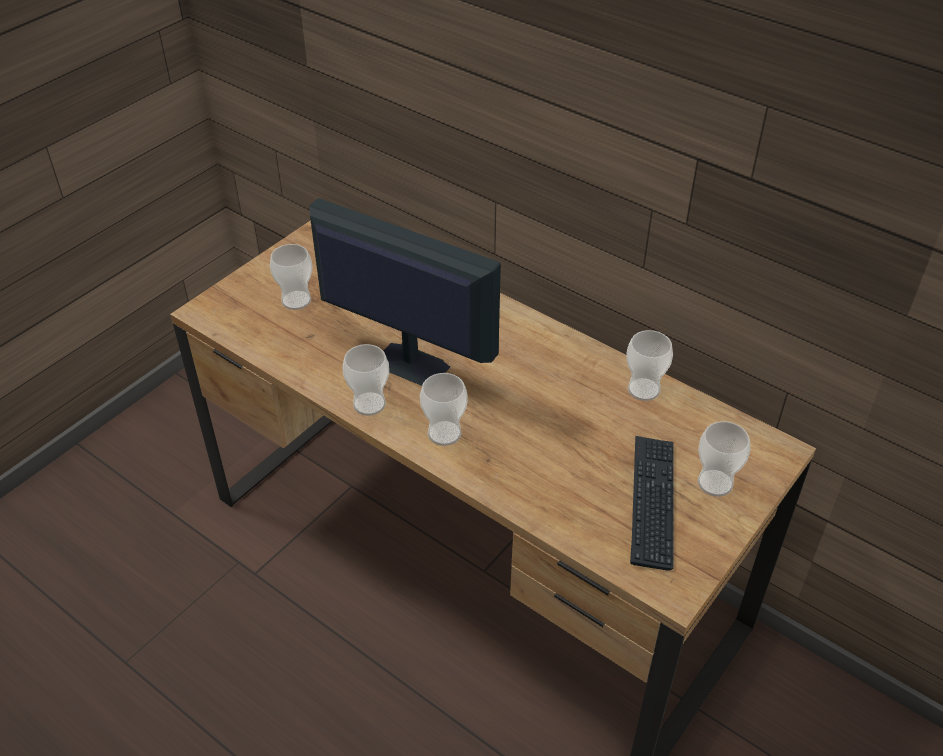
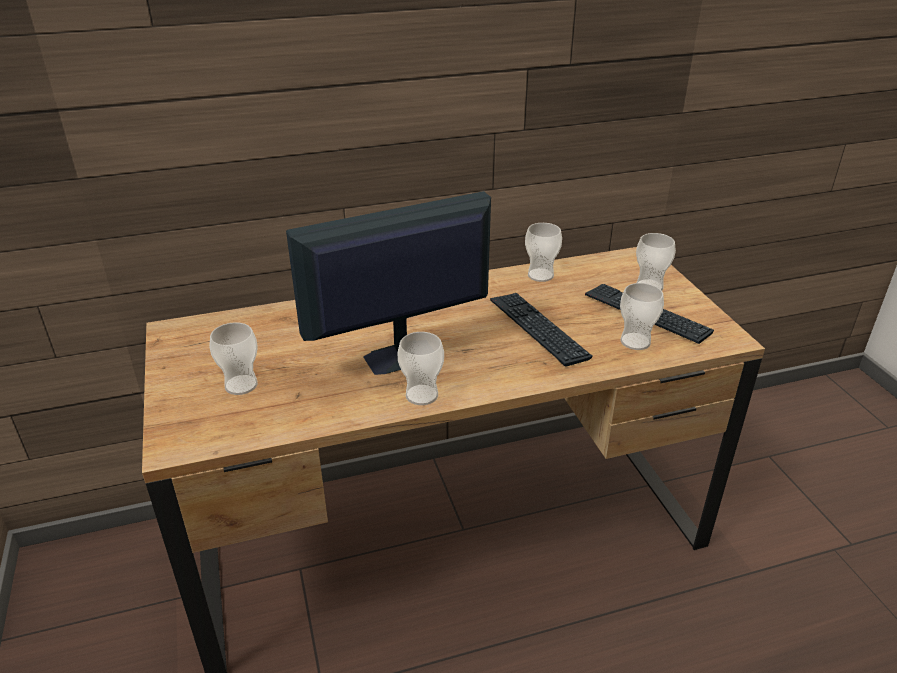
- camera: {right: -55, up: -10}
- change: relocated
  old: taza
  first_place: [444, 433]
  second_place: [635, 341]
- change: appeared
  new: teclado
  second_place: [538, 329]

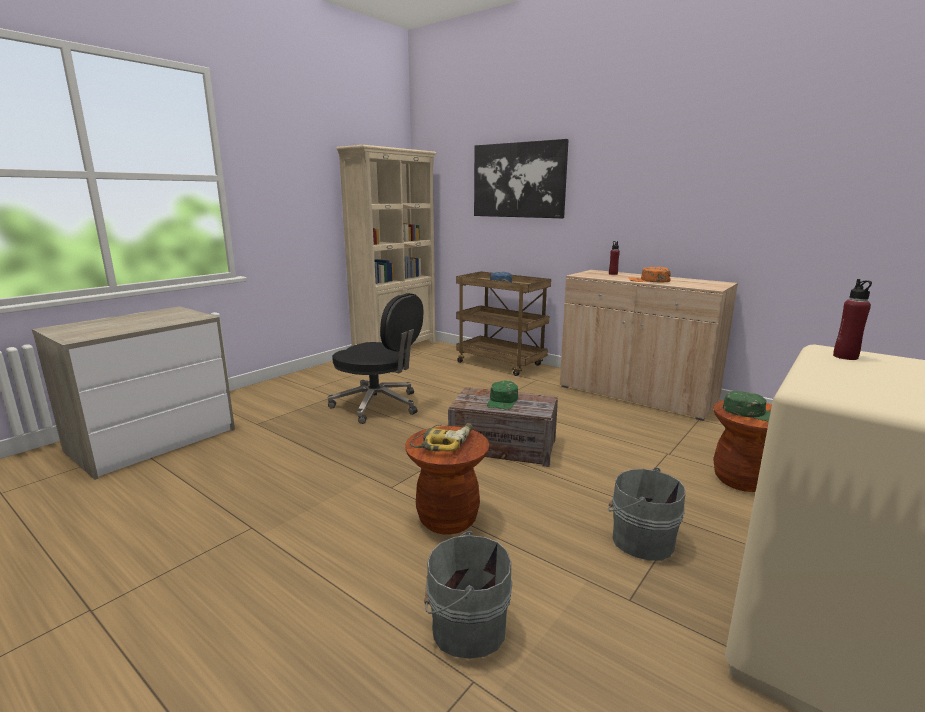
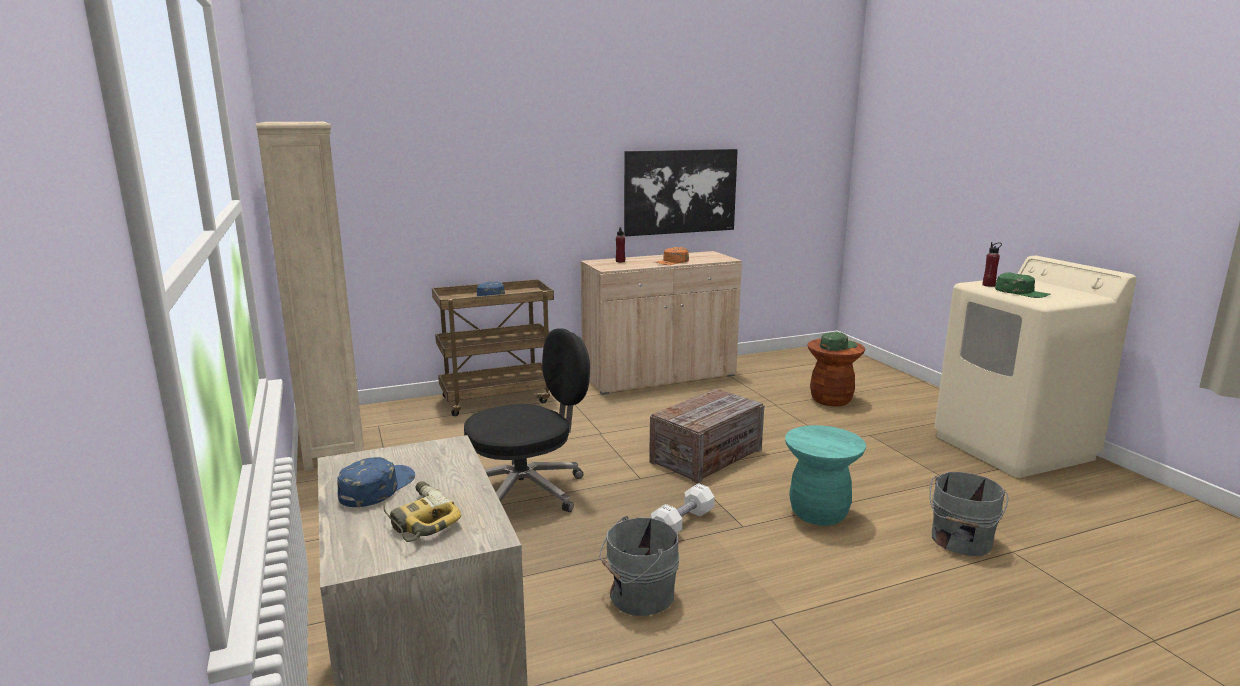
- camera: {right: -60, up: 0}
- change: relocated
  old: cuadro
  first_place: [518, 180]
  second_place: [680, 191]
- change: relocated
  old: gorra [verde]
  first_place: [502, 401]
  second_place: [1022, 292]
- change: relocated
  old: taladro
  first_place: [444, 442]
  second_place: [417, 520]
- change: colour
  old: taburete [marrón]
  new: taburete [turquesa]
  first_place: [447, 519]
  second_place: [818, 513]
- change: relocated
  old: cubo [gris]
  first_place: [640, 539]
  second_place: [638, 596]
- change: appeared
  new: gorra [azul]
  second_place: [376, 487]
- change: appeared
  new: mancuerna [blanco]
  second_place: [682, 523]

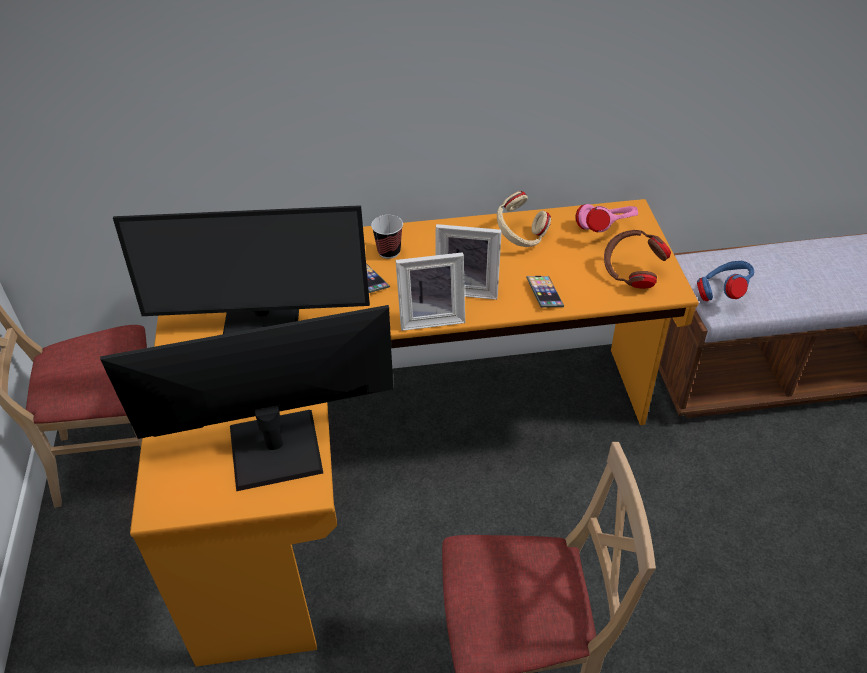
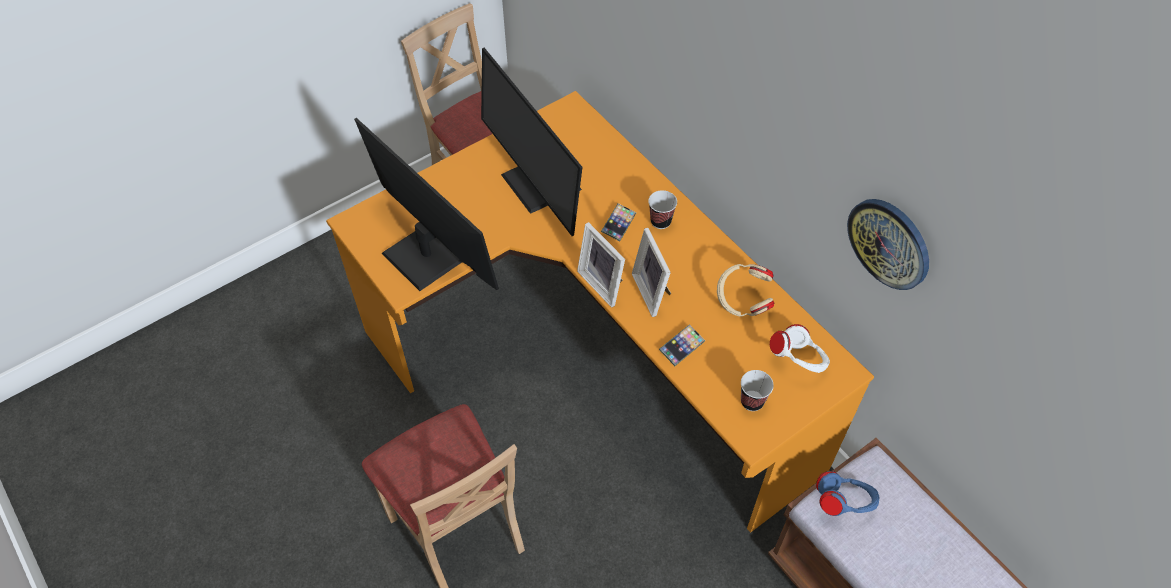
- camera: {right: 60, up: 10}
- change: colour
  old: auriculares [rosa]
  new: auriculares [blanco]
  first_place: [605, 231]
  second_place: [798, 361]
- change: exchanged
  old: auriculares [marrón]
  new: taza
  first_place: [631, 274]
  second_place: [752, 401]
- change: appeared
  new: reloj de pared
  second_place: [889, 243]

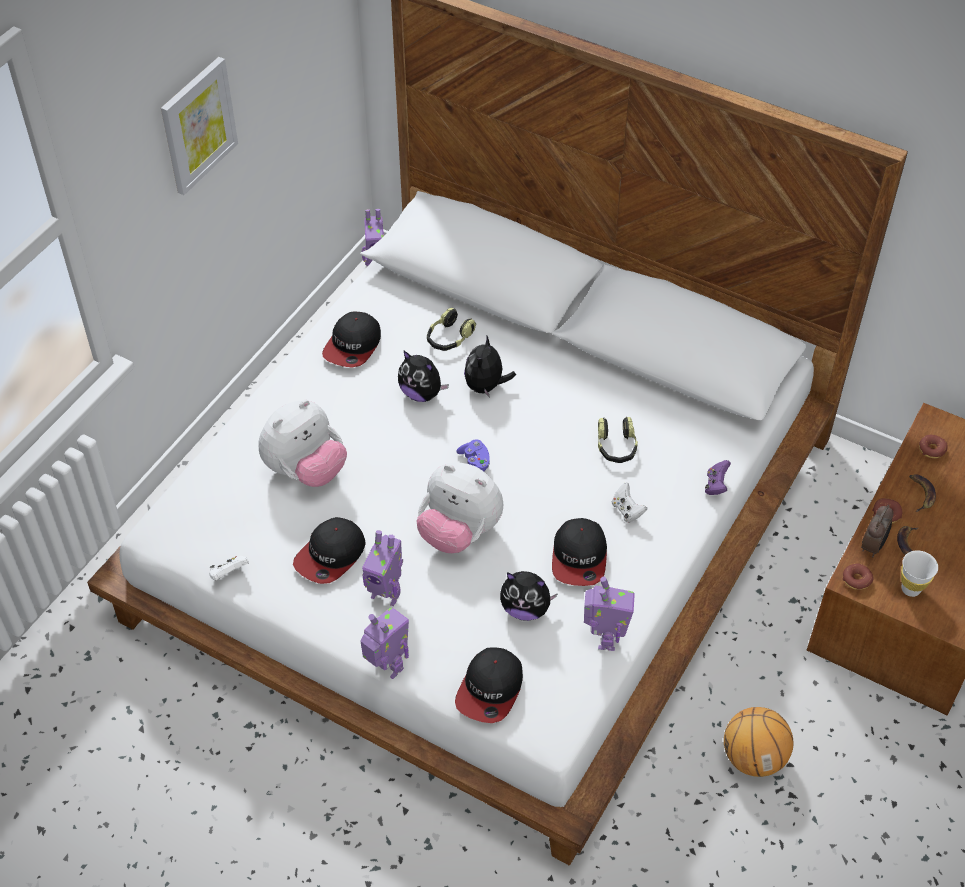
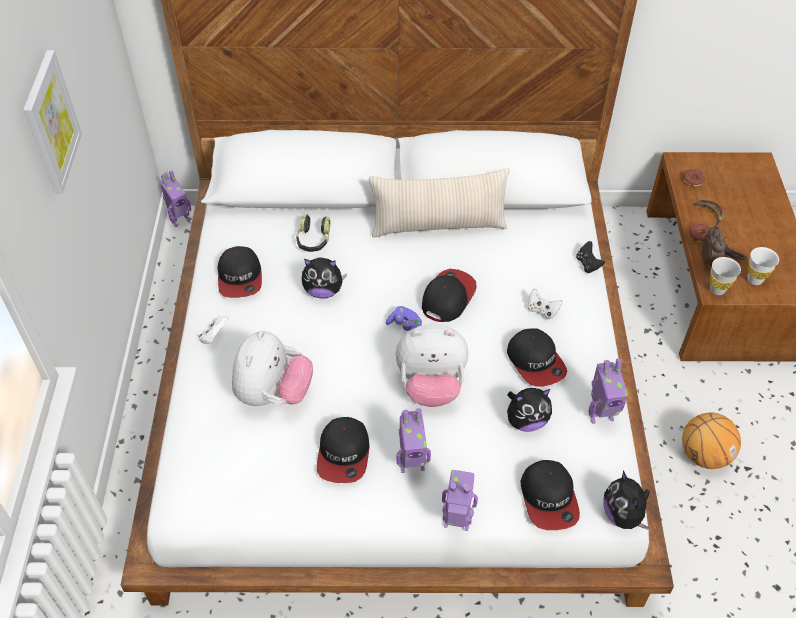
- camera: {right: -30, up: 0}
- change: relocated
  old: peluche
  first_place: [486, 386]
  second_place: [623, 515]
- change: missing
  old: auriculares
  first_place: [616, 447]
- change: colour
  old: mando de consola [morado]
  new: mando de consola [negro]
  first_place: [716, 485]
  second_place: [588, 264]
- change: relocated
  old: mando de consola [blanco]
  first_place: [229, 574]
  second_place: [214, 337]
- change: exchanged
  old: rosquilla
  new: taza [blanco]
  first_place: [856, 580]
  second_place: [717, 289]
- change: spun
  old: robot de juguete
  first_place: [605, 639]
  second_place: [600, 414]
  degrees: 105
- change: appeared
  new: cojín [beis]
  second_place: [438, 225]
- change: appeared
  new: gorra
  second_place: [448, 297]

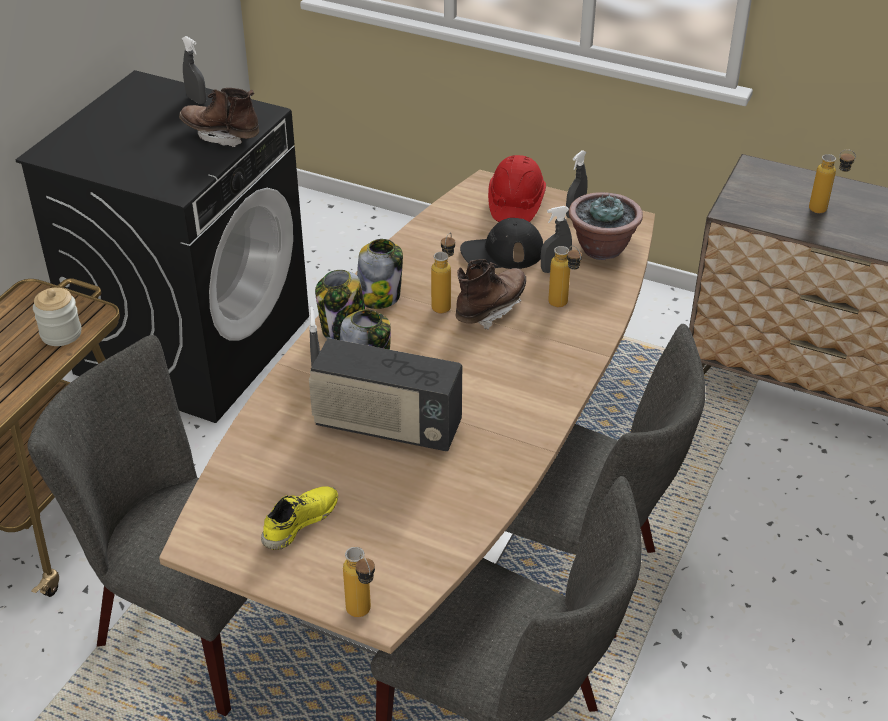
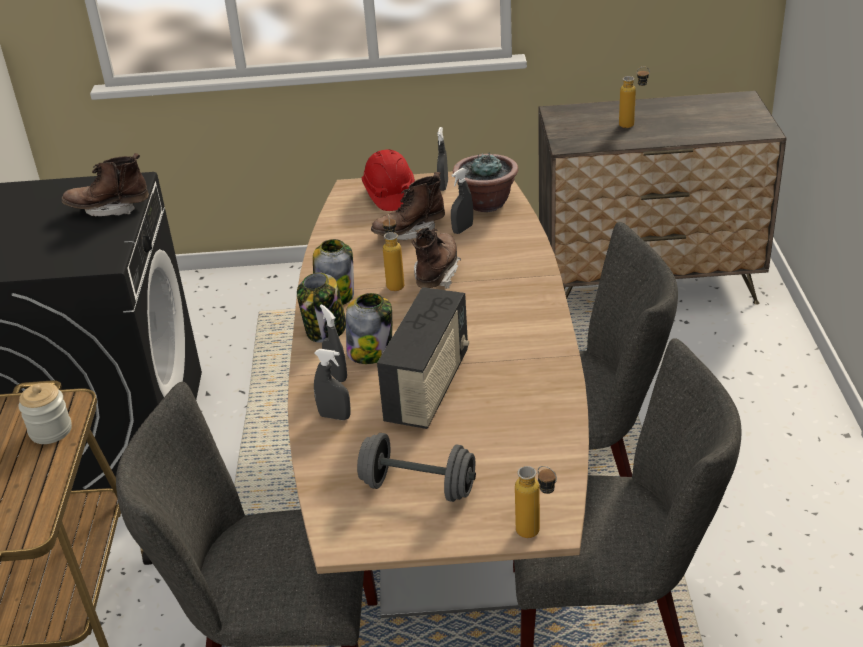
- camera: {right: -25, up: -5}
- change: relocated
  old: pulverizador [gris]
  first_place: [196, 100]
  second_place: [334, 416]
- change: exchanged
  old: gorra [negro]
  new: bota [marrón]
  first_place: [502, 252]
  second_place: [409, 231]
- change: missing
  old: botella
  first_place: [563, 306]
- change: spun
  old: radio
  first_place: [387, 427]
  second_place: [428, 388]
  degrees: -60
- change: exchanged
  old: zapato [amarillo]
  new: mancuerna [gris]
  first_place: [299, 522]
  second_place: [418, 487]

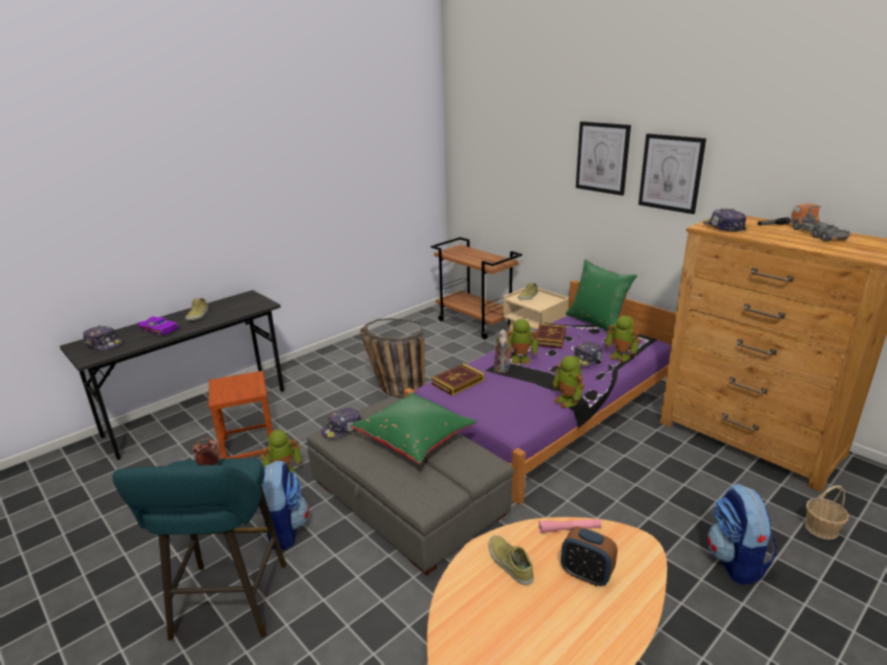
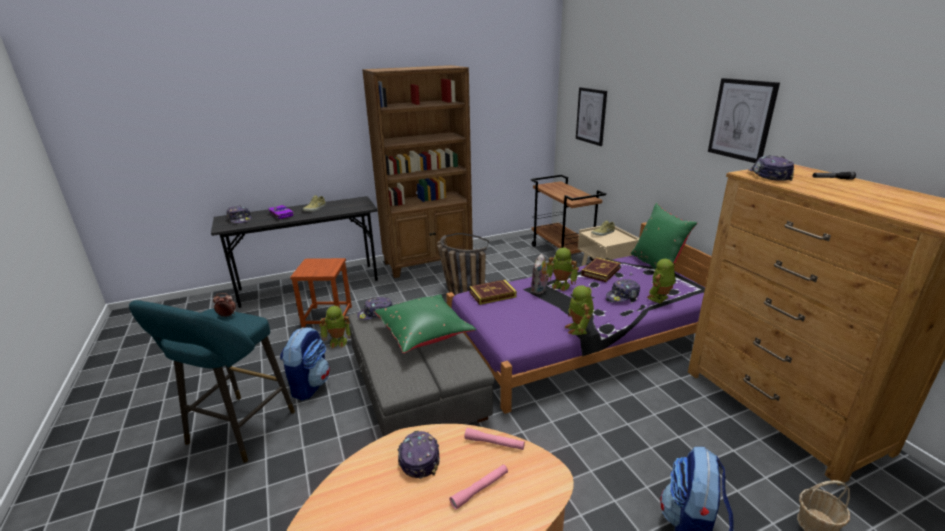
- camera: {right: 20, up: 0}
- change: relocated
  old: cuadro
  first_place: [602, 157]
  second_place: [591, 116]
- change: missing
  old: camión de juguete
  first_place: [816, 234]
- change: spun
  old: robot de juguete
  first_place: [621, 356]
  second_place: [659, 299]
  degrees: 75
- change: exchanged
  old: despertador
  new: linterna [rosa]
  first_place: [586, 574]
  second_place: [480, 489]
- change: exchanged
  old: zapato [beis]
  new: gorra
  first_place: [509, 563]
  second_place: [419, 458]
- change: appeared
  new: estantería [marrón]
  second_place: [428, 263]

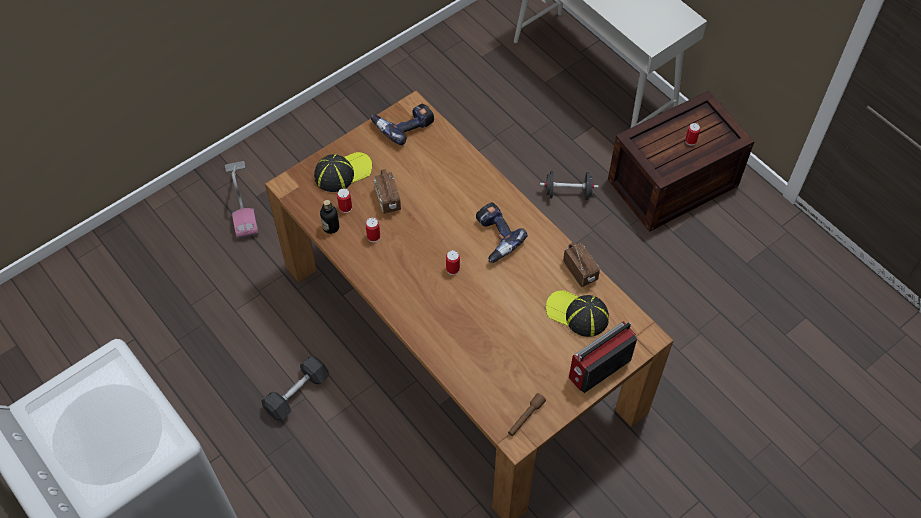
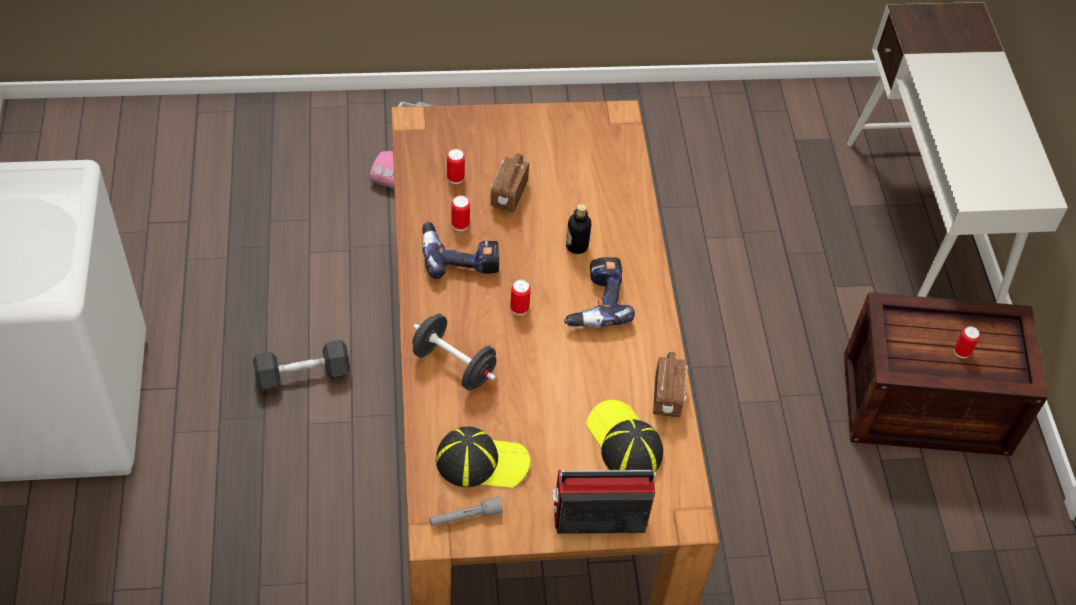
- camera: {right: 30, up: -5}
- change: relocated
  old: taladro
  first_place: [403, 125]
  second_place: [460, 256]
- change: relocated
  old: gorra
  first_place: [342, 172]
  second_place: [481, 461]
- change: relocated
  old: mancuerna [negro]
  first_place: [568, 193]
  second_place: [454, 365]
- change: relocated
  old: botella
  first_place: [331, 227]
  second_place: [577, 246]
- change: colour
  old: linterna [marrón]
  new: linterna [gris]
  first_place: [525, 418]
  second_place: [465, 517]

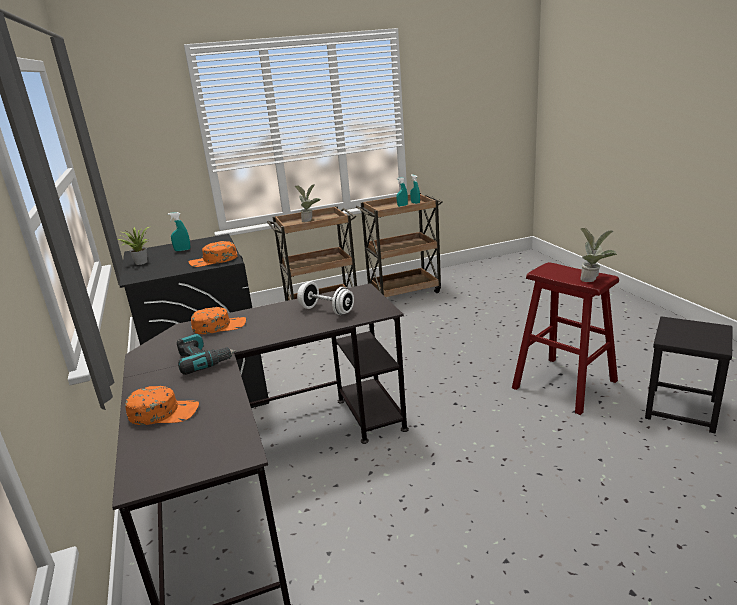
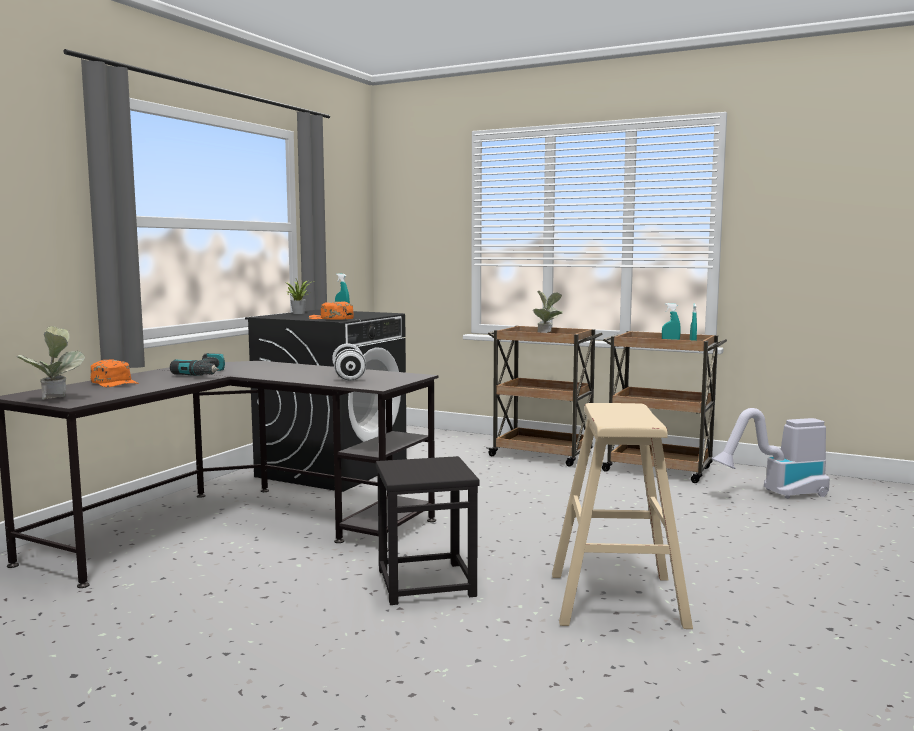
- camera: {right: 45, up: -15}
- change: relocated
  old: planta en maceta
  first_place: [593, 279]
  second_place: [55, 400]
- change: colour
  old: taburete [rojo]
  new: taburete [beis]
  first_place: [564, 384]
  second_place: [617, 600]
- change: missing
  old: gorra [naranja]
  first_place: [219, 326]
- change: relocated
  old: taburete [negro]
  first_place: [680, 409]
  second_place: [426, 582]
- change: appeared
  new: aspiradora
  second_place: [776, 494]

